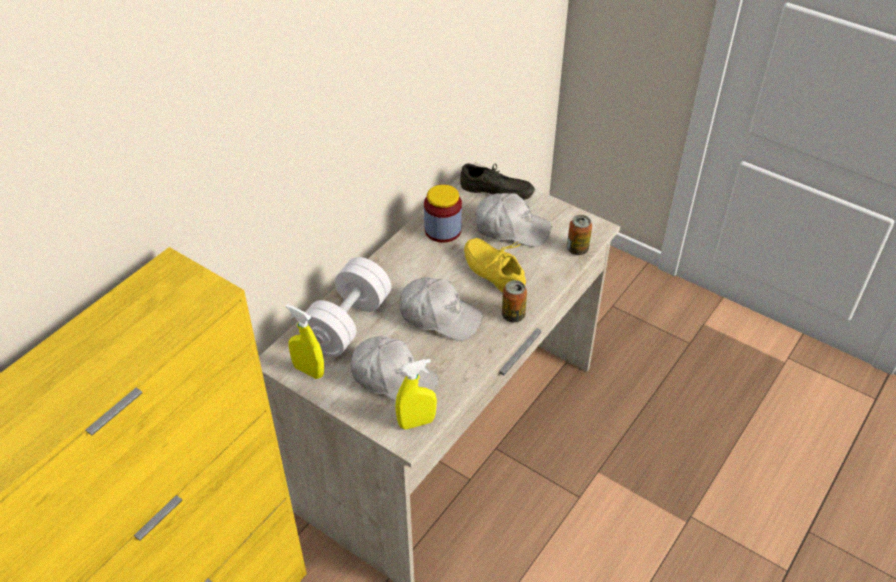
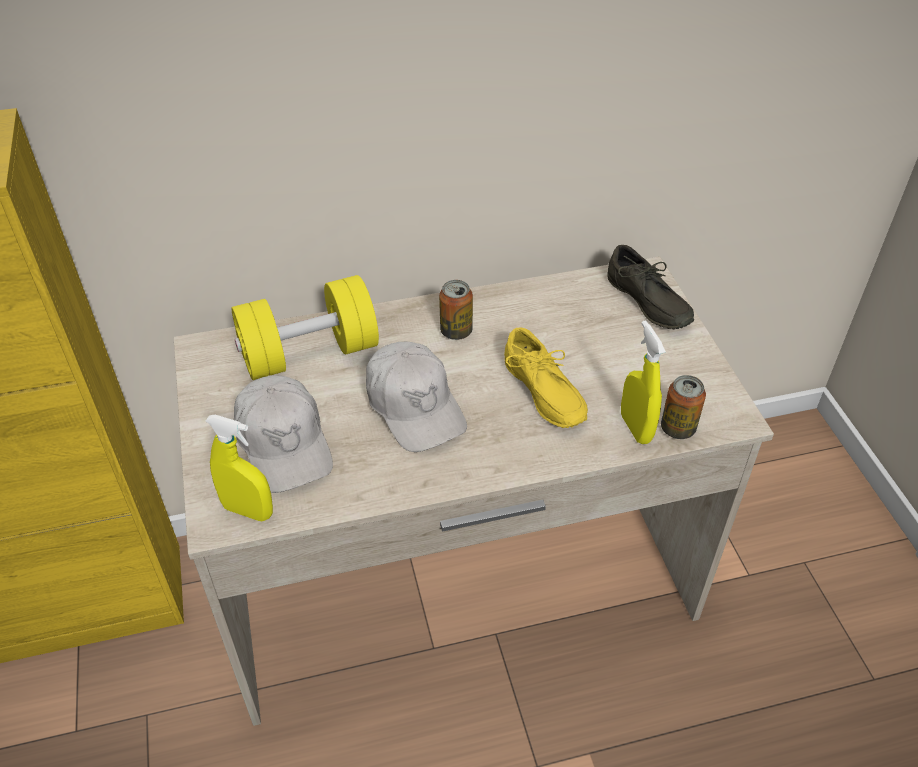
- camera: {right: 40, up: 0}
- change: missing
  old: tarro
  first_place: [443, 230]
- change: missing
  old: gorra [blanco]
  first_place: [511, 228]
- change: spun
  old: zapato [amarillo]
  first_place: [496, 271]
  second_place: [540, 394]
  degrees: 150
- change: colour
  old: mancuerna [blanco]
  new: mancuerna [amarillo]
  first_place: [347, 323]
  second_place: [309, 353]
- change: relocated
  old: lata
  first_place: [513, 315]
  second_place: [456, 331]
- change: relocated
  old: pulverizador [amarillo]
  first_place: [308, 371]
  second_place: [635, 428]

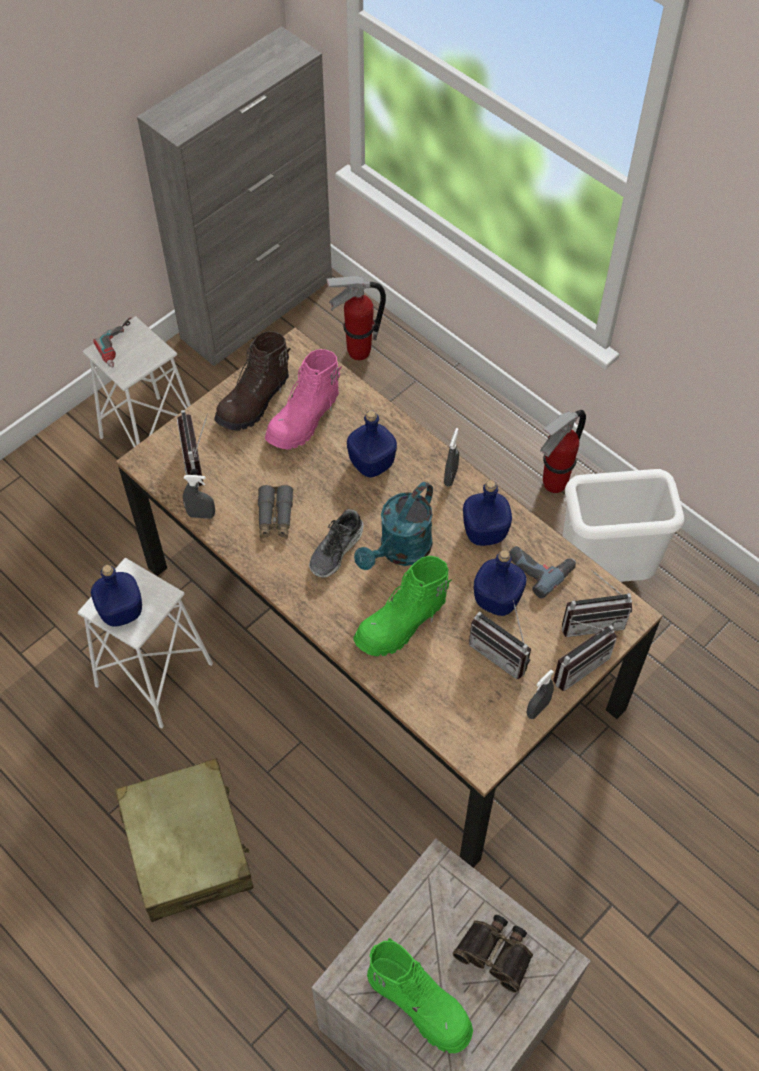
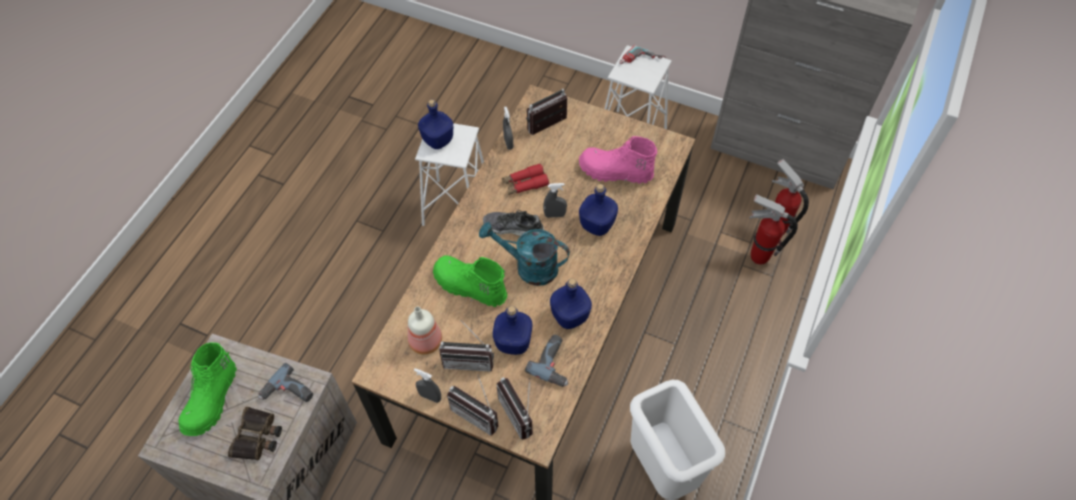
- camera: {right: 70, up: 0}
- change: missing
  old: bota [marrón]
  first_place: [255, 401]
- change: relocated
  old: extintor
  first_place: [554, 484]
  second_place: [758, 256]
- change: relocated
  old: pulverizador [gris]
  first_place: [450, 477]
  second_place: [555, 215]
- change: colour
  old: prismáticos [gris]
  new: prismáticos [rojo]
  first_place: [275, 517]
  second_place: [525, 183]
- change: spun
  old: radio
  first_place: [502, 652]
  second_place: [469, 359]
  degrees: -105
- change: missing
  old: maleta [beis]
  first_place: [187, 847]
- change: appeared
  new: botella
  second_place: [424, 341]
- change: appeared
  new: taladro
  second_place: [288, 393]

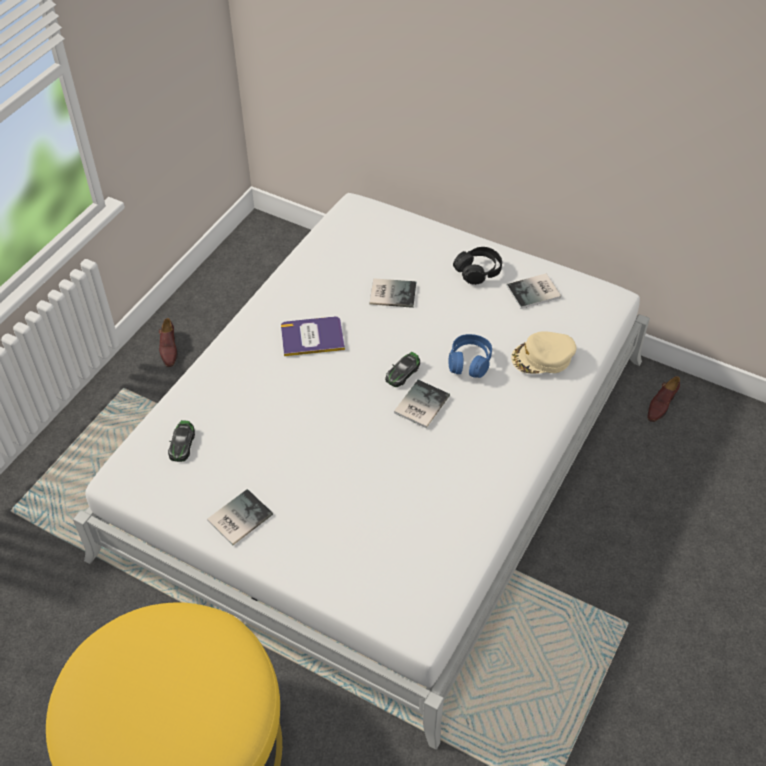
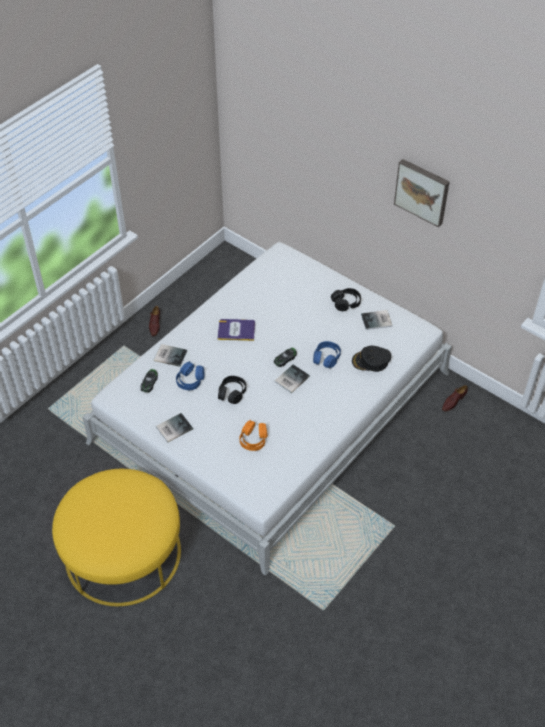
- camera: {right: 10, up: 0}
- change: relocated
  old: libro
  first_place: [391, 292]
  second_place: [170, 355]
- change: colour
  old: gorra [beis]
  new: gorra [negro]
  first_place: [543, 358]
  second_place: [371, 361]
- change: appeared
  new: cuadro
  second_place: [422, 191]
- change: appeared
  new: auriculares [azul]
  second_place: [190, 380]
- change: appeared
  new: auriculares [negro]
  second_place: [232, 393]
- change: appeared
  new: auriculares [naranja]
  second_place: [253, 439]

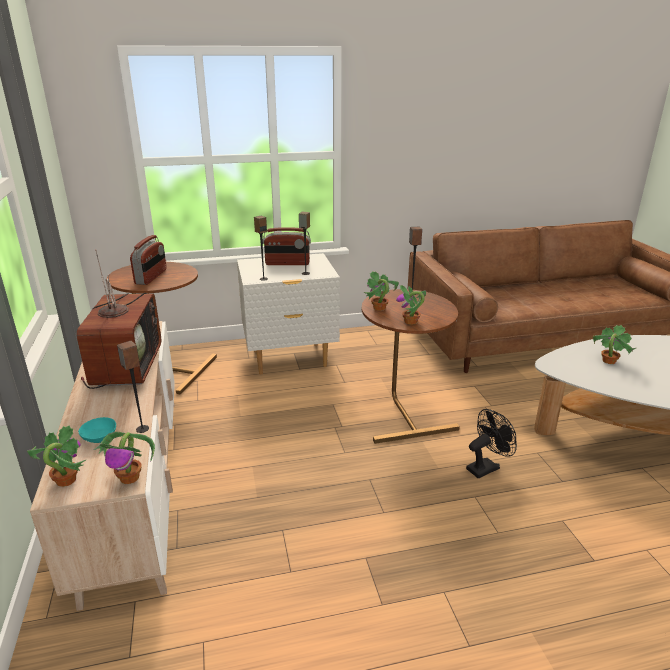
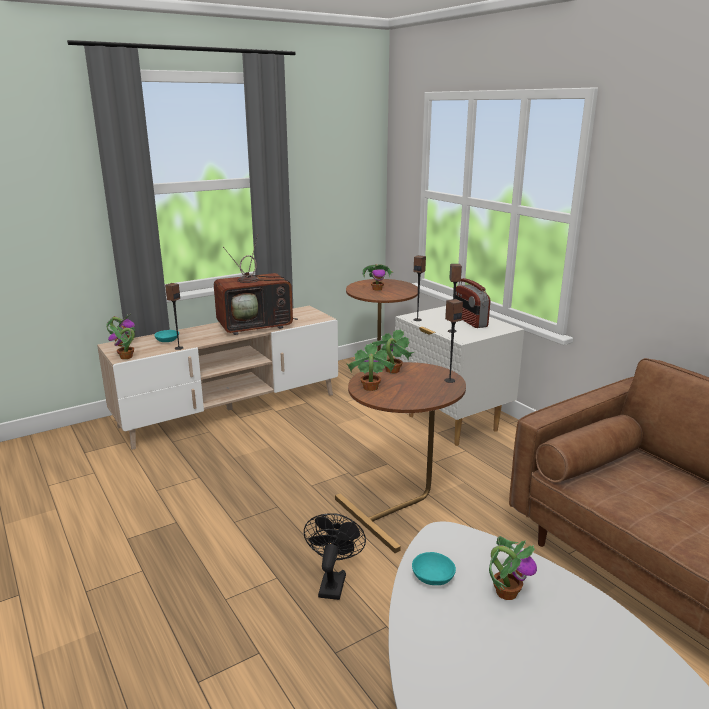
- camera: {right: 70, up: -5}
- change: exchanged
  old: radio
  new: planta en maceta
  first_place: [151, 277]
  second_place: [377, 289]
- change: spun
  old: ventilador [negro]
  first_place: [486, 467]
  second_place: [333, 582]
  degrees: -120
- change: appeared
  new: cuenco [turquesa]
  second_place: [434, 577]

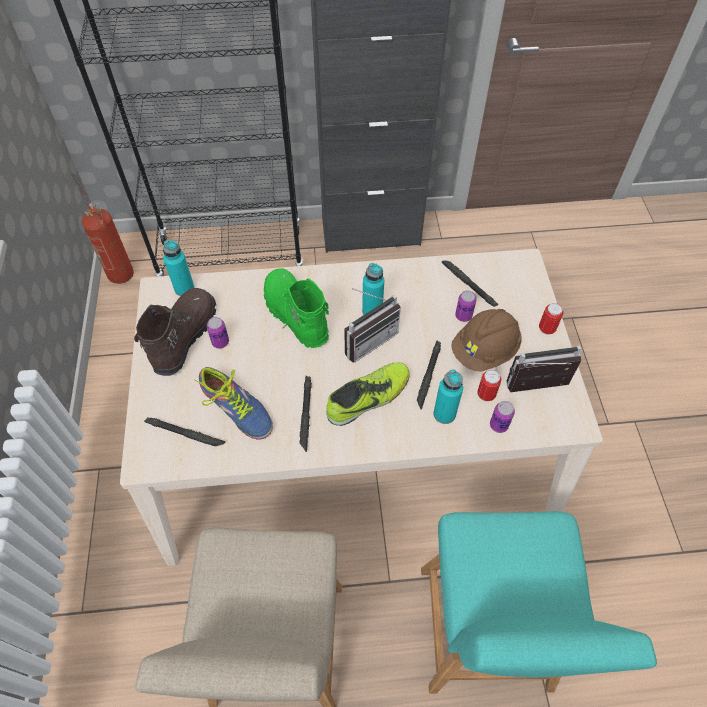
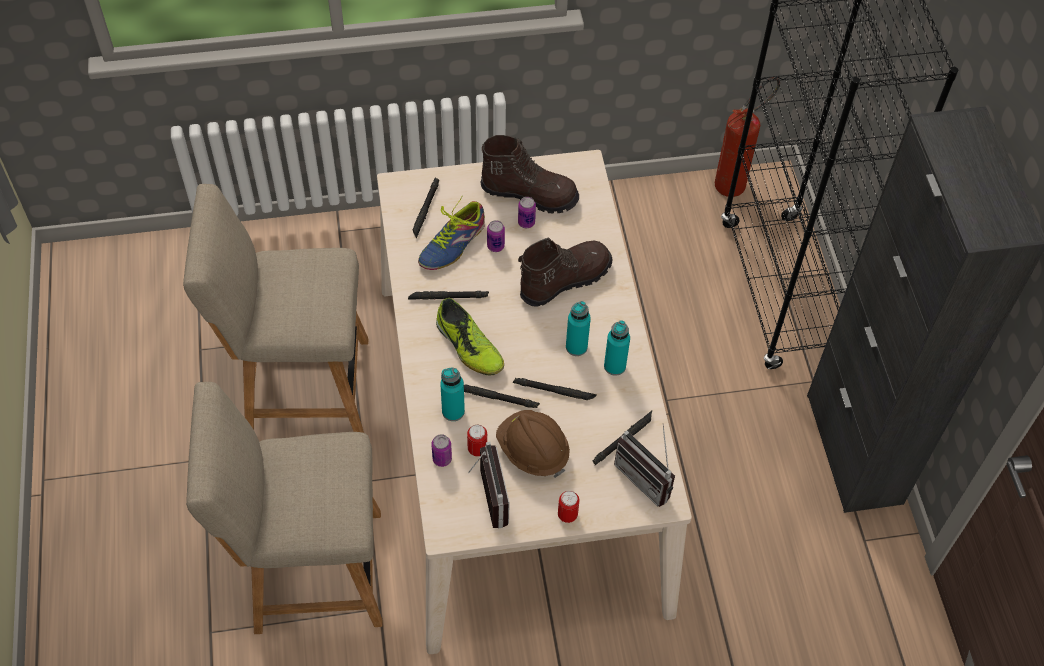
- camera: {right: 85, up: 0}
- change: relocated
  old: botella [turquesa]
  first_place: [184, 289]
  second_place: [614, 366]
- change: colour
  old: bota [verde]
  new: bota [marrón]
  first_place: [295, 315]
  second_place: [564, 279]
- change: relocated
  old: radio
  first_place: [367, 339]
  second_place: [648, 477]
- change: relocated
  old: lata
  first_place: [463, 316]
  second_place: [495, 246]
- change: colour
  old: silla [turquesa]
  new: silla [beis]
  first_place: [485, 636]
  second_place: [309, 571]
- change: appeared
  new: linterna [negro]
  second_place: [554, 391]

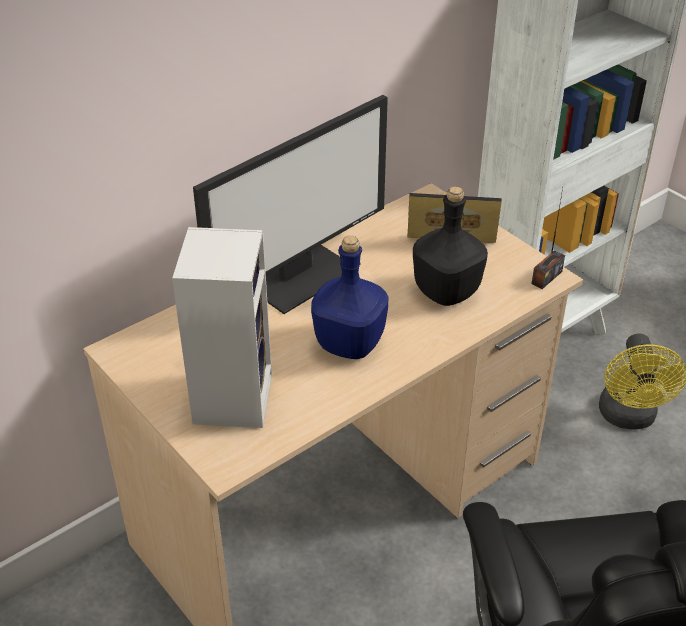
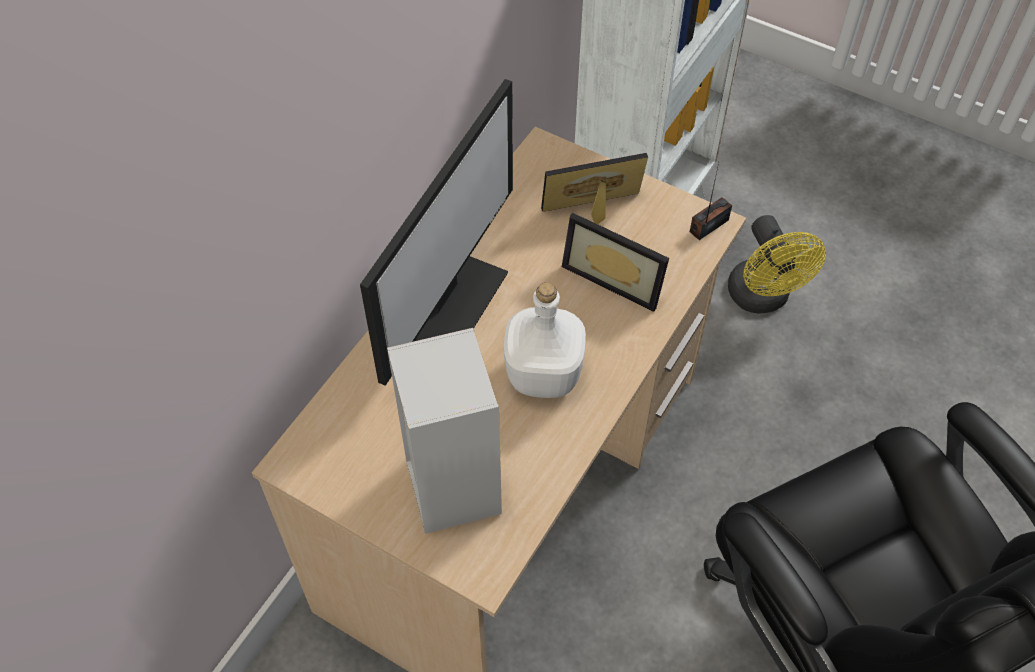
- camera: {right: -20, up: 15}
- change: exchanged
  old: botella [negro]
  new: portarretratos
  first_place: [447, 292]
  second_place: [616, 276]
- change: spun
  old: radio
  first_place: [546, 277]
  second_place: [709, 226]
  degrees: -150
- change: colour
  old: botella [azul]
  new: botella [blanco]
  first_place: [351, 344]
  second_place: [545, 375]

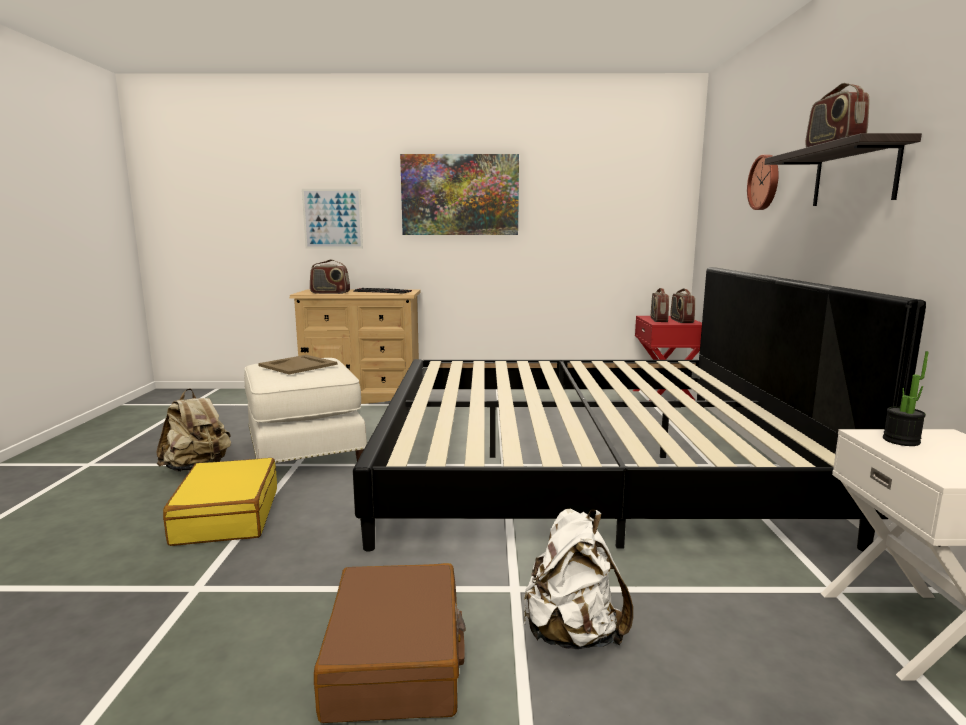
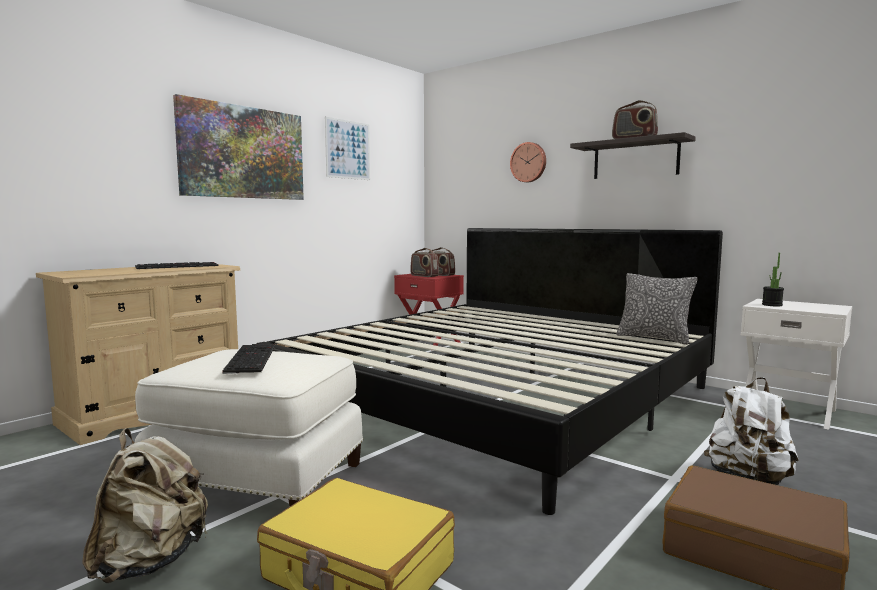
- camera: {right: -50, up: -5}
- change: relocated
  old: cuadro
  first_place: [332, 219]
  second_place: [348, 149]
- change: missing
  old: radio
  first_place: [330, 293]
- change: exchanged
  old: bandeja [beis]
  new: teclado
  first_place: [298, 365]
  second_place: [249, 358]
- change: appeared
  new: cojín
  second_place: [654, 338]

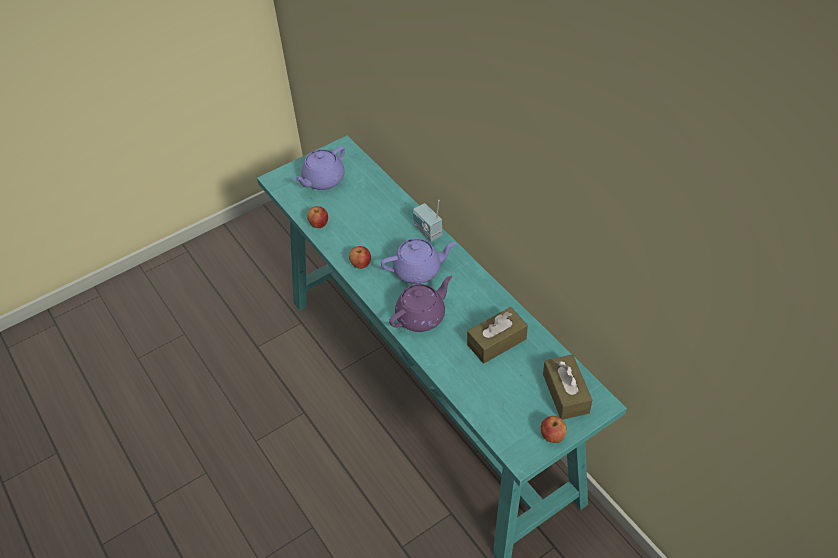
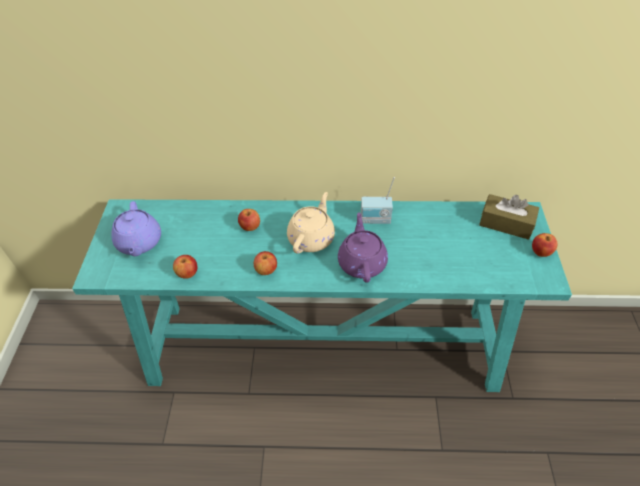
- camera: {right: -55, up: 0}
- change: relocated
  old: radio
  first_place: [427, 232]
  second_place: [375, 220]
- change: colour
  old: tetera [morado]
  new: tetera [beis]
  first_place: [418, 270]
  second_place: [312, 238]
- change: missing
  old: caja de pañuelos [marrón]
  first_place: [496, 342]
- change: appeared
  new: manzana
  second_place: [250, 227]

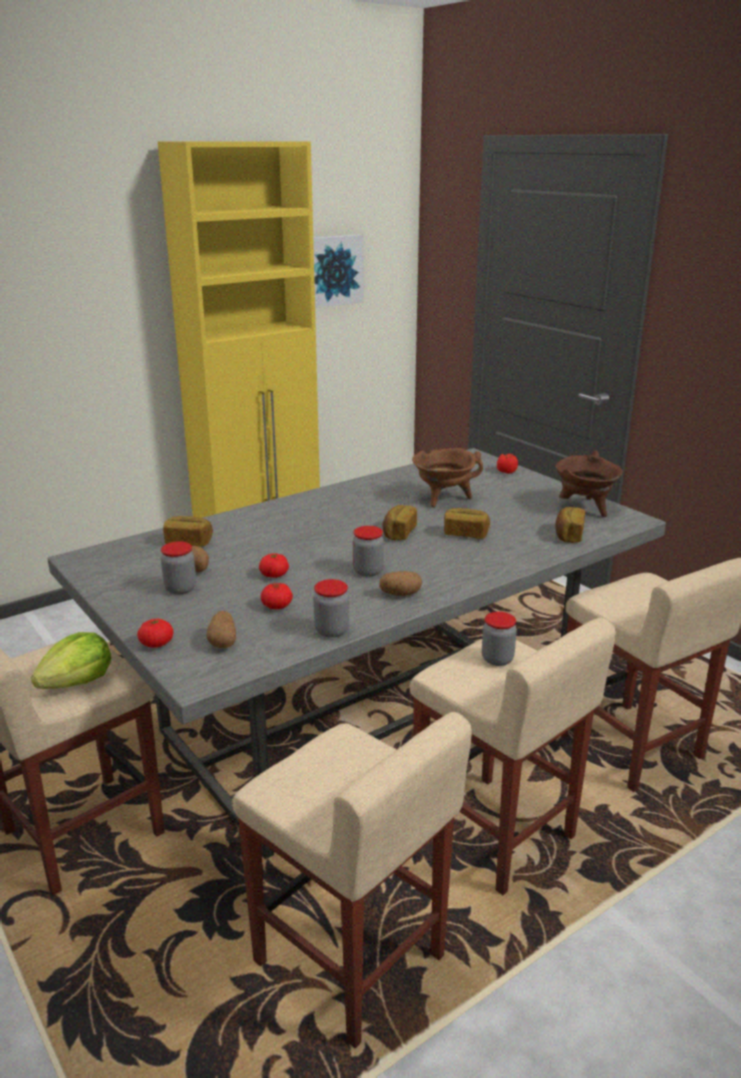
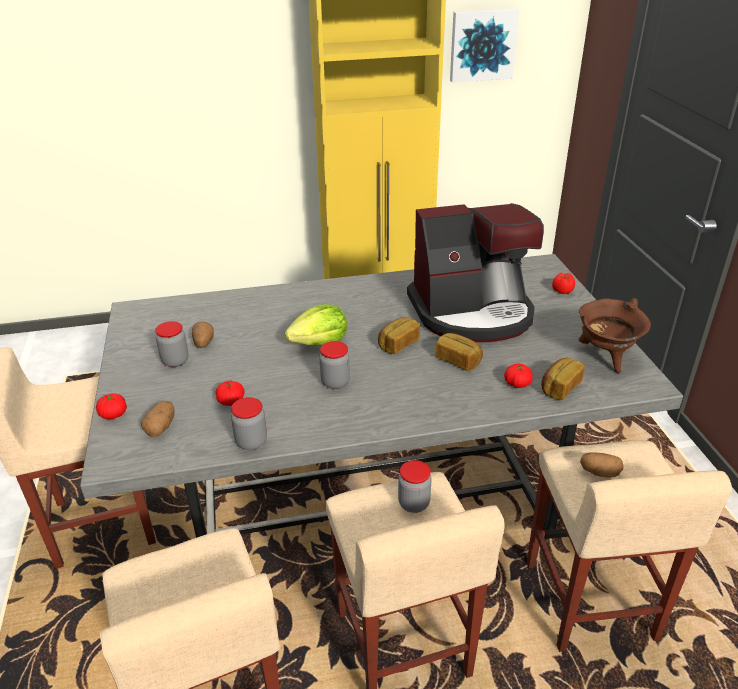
- camera: {right: 25, up: 10}
- change: exchanged
  old: olla [marrón]
  new: cafetera
  first_place: [444, 499]
  second_place: [472, 312]
- change: missing
  old: pan
  first_place: [189, 542]
- change: relocated
  old: tomate
  first_place: [274, 575]
  second_place: [517, 383]
- change: relocated
  old: patata
  first_place: [400, 594]
  second_place: [599, 473]
- change: relocated
  old: lechuga
  first_place: [78, 682]
  second_place: [320, 342]

